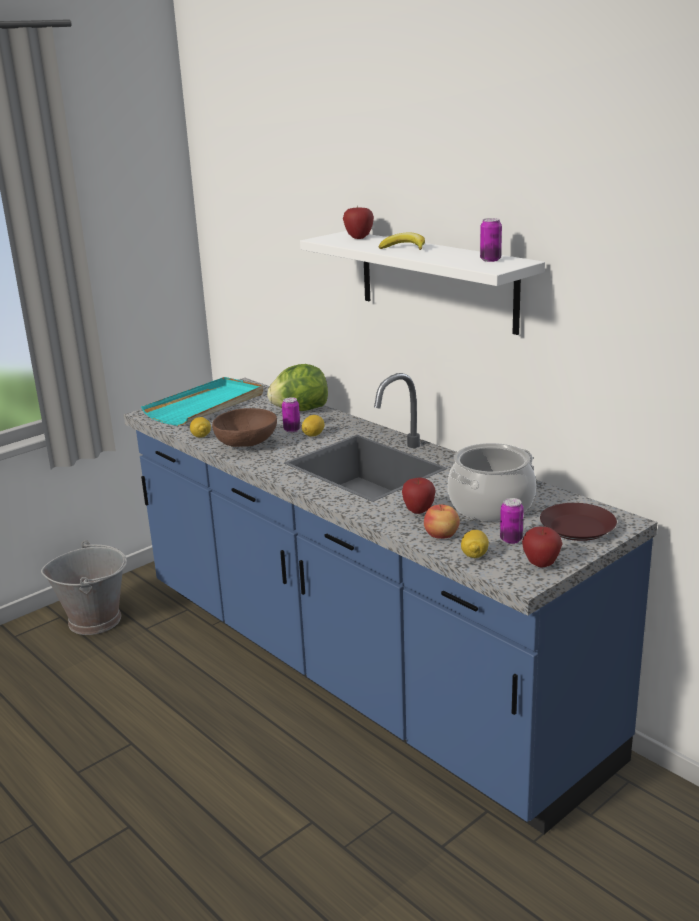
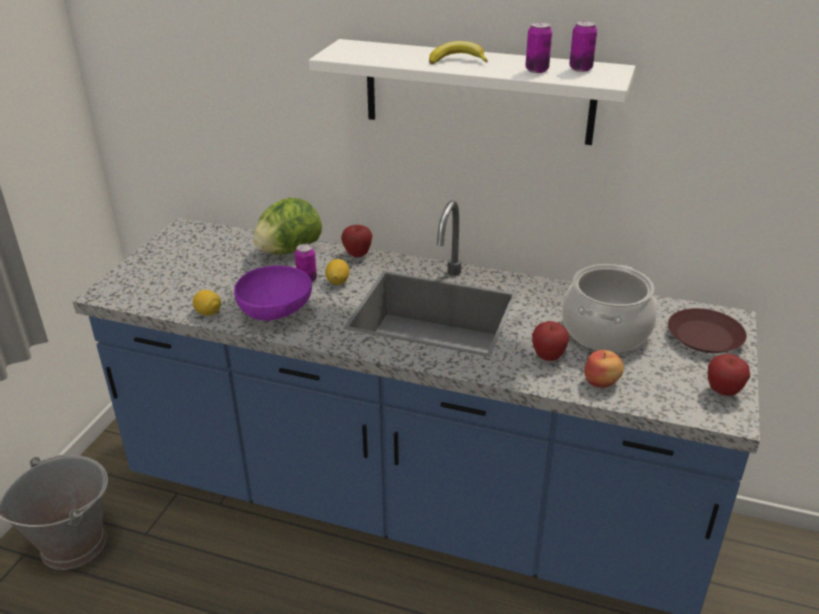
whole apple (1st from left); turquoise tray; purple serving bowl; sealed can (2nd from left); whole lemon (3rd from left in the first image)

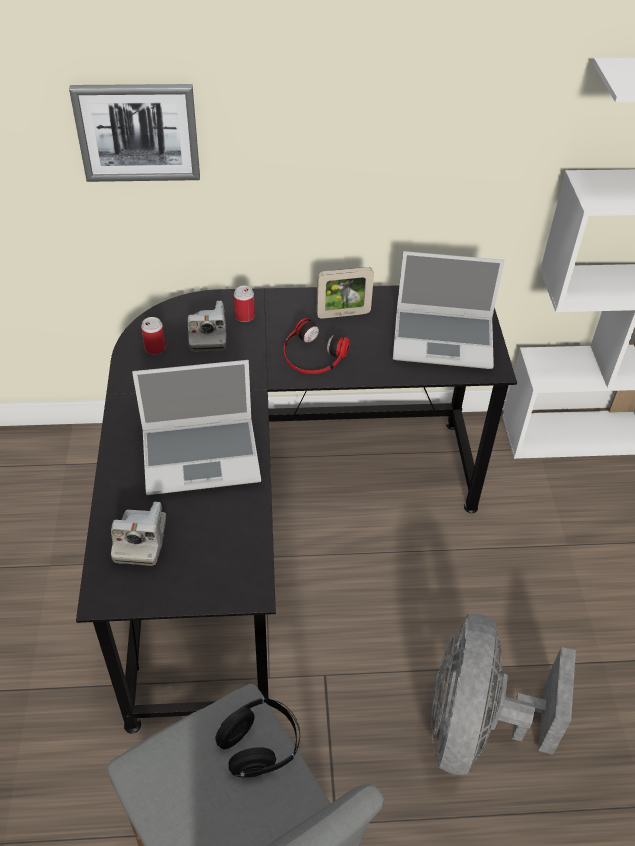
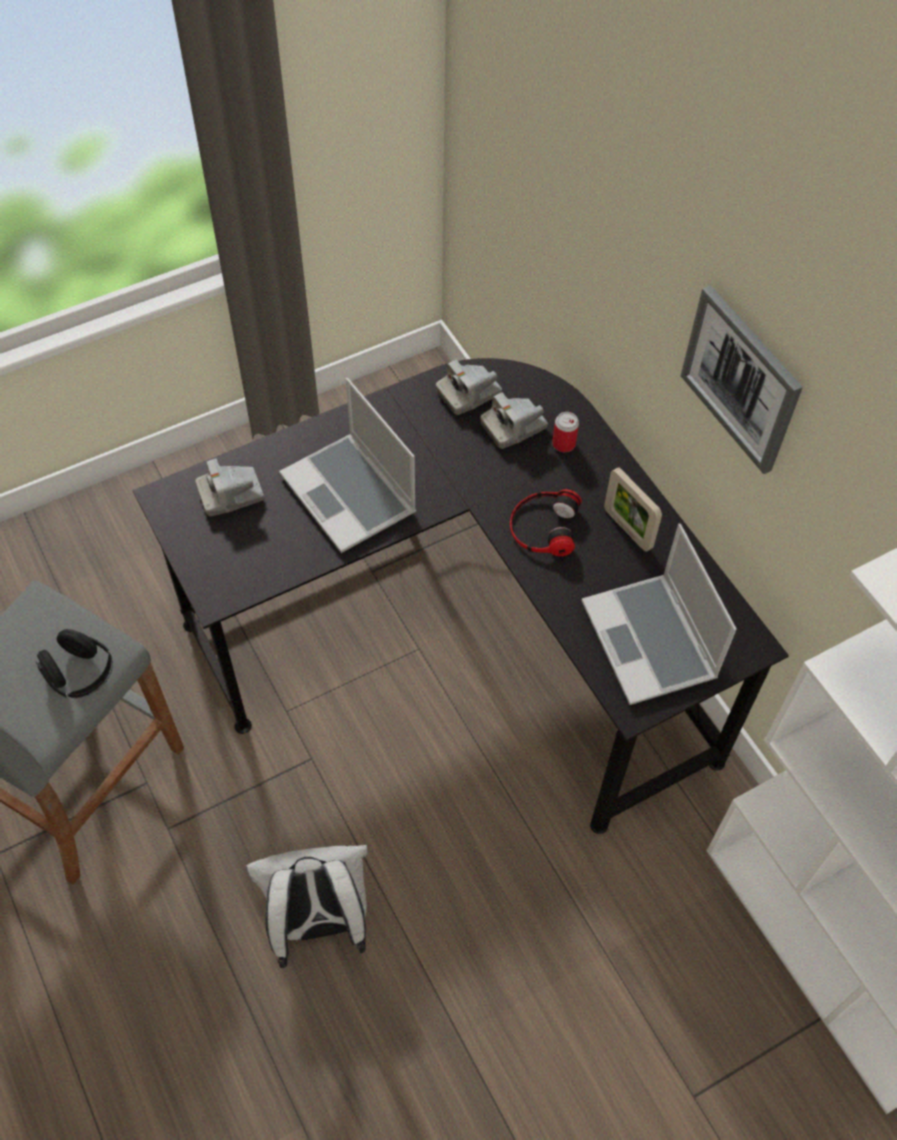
picture; photo camera (2nd from left); whitish backpack

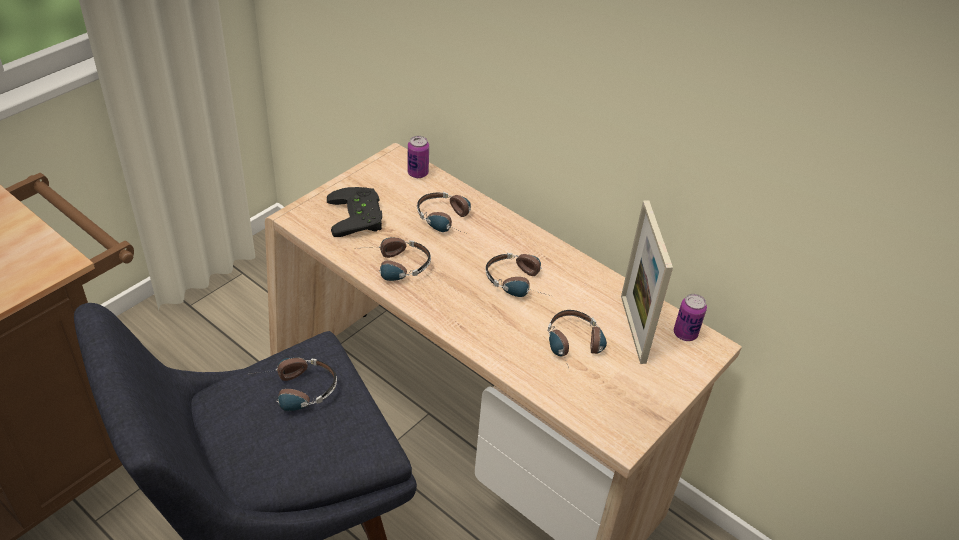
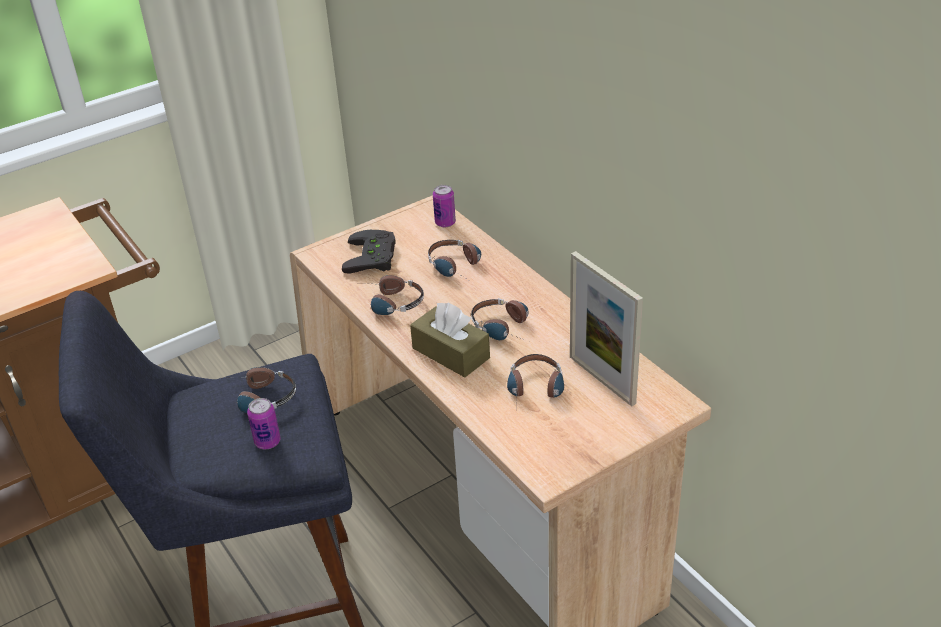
picture frame; sealed can (1st from left); brownish tissue holder

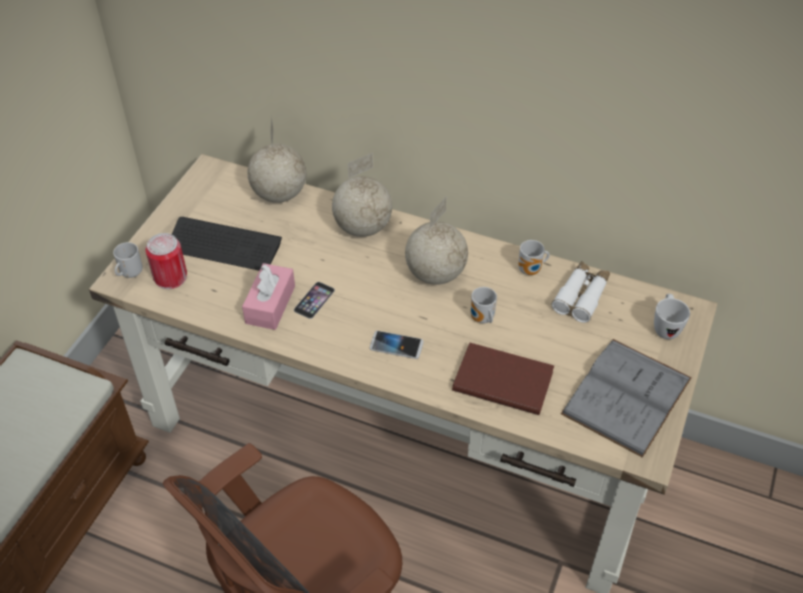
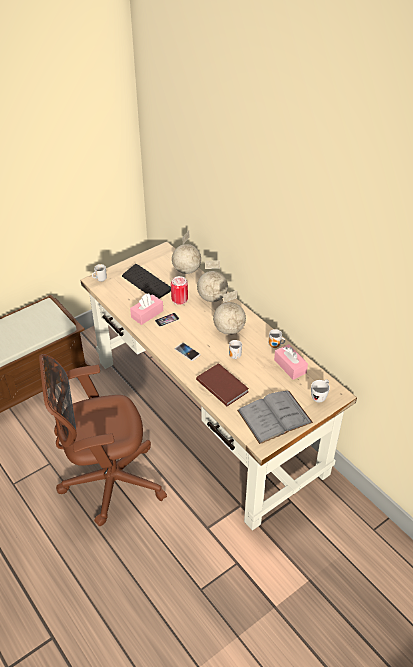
sealed can; pink tissue holder (2nd from left)

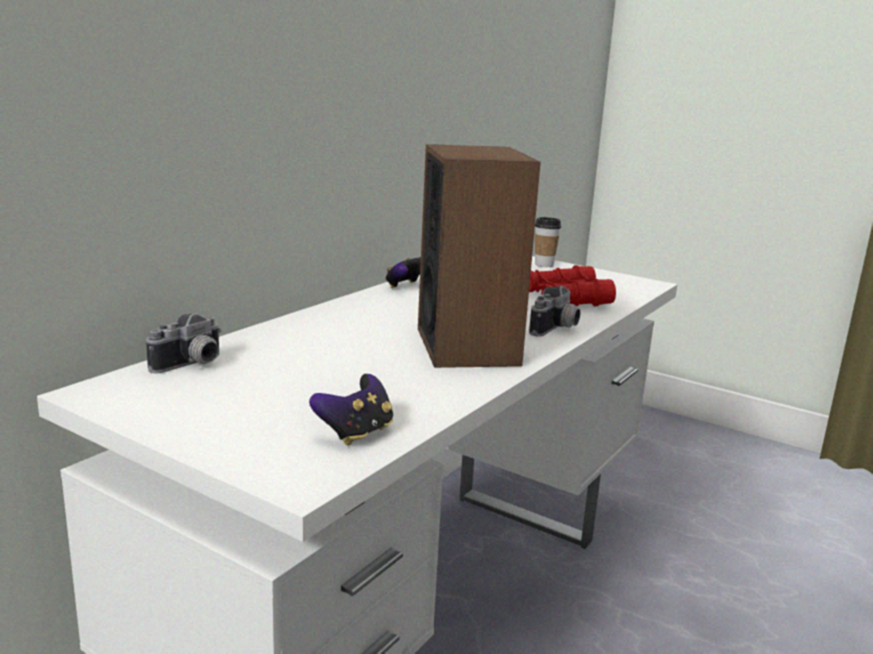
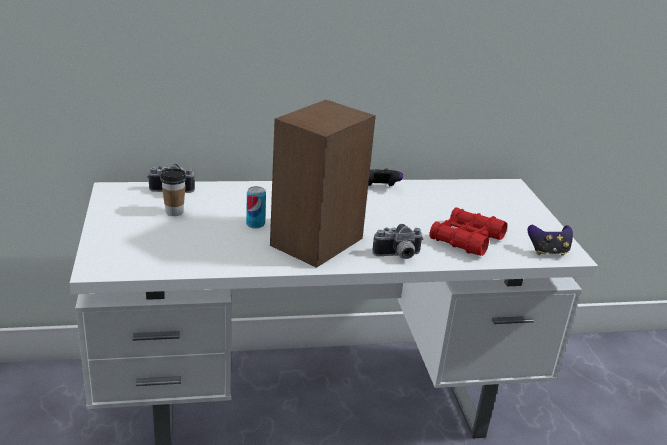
cup; game controller (2nd from left); sealed can

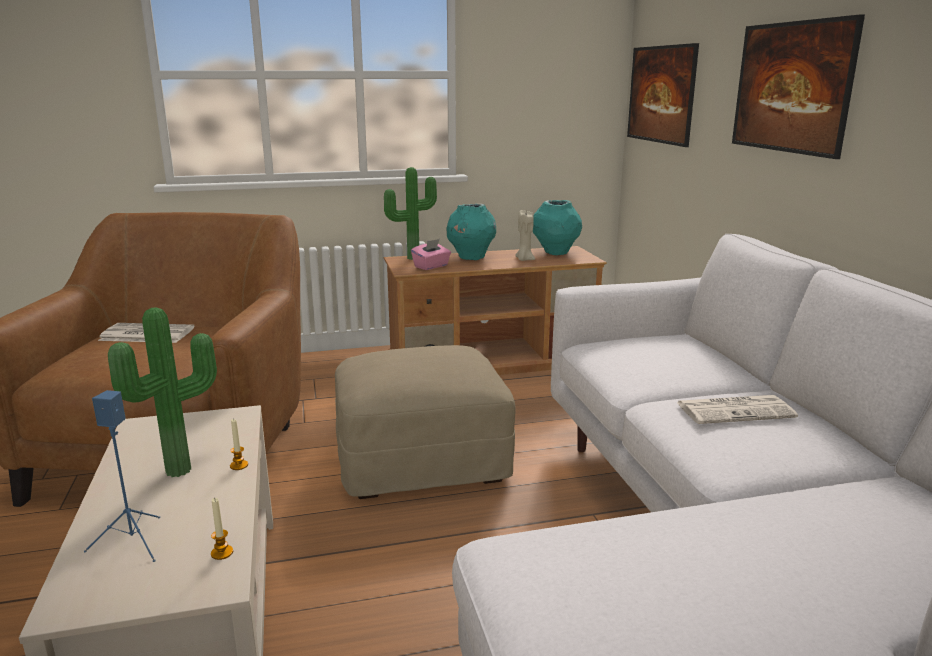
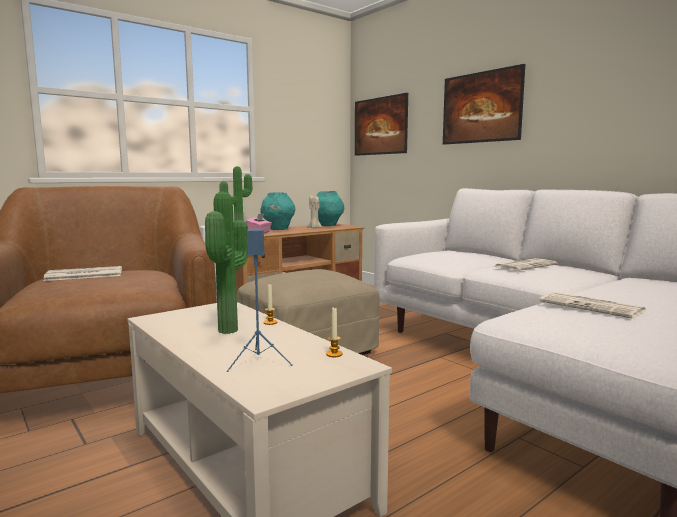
daily paper (3rd from left)

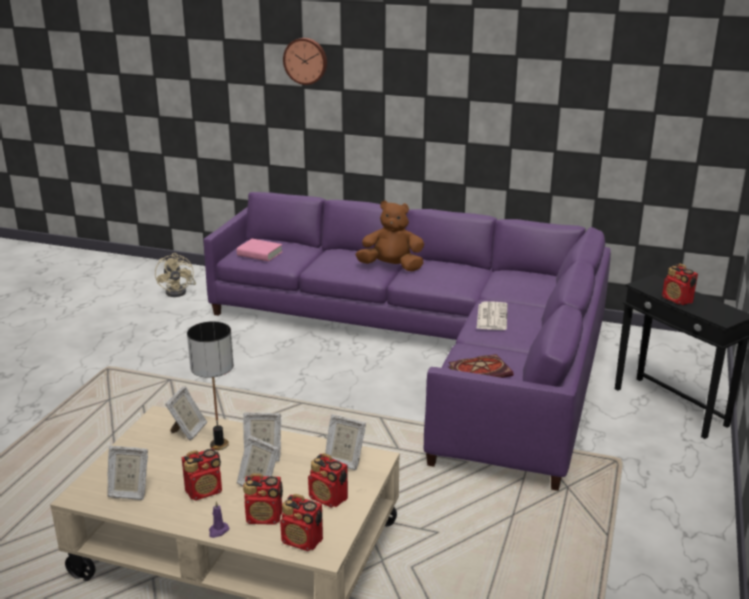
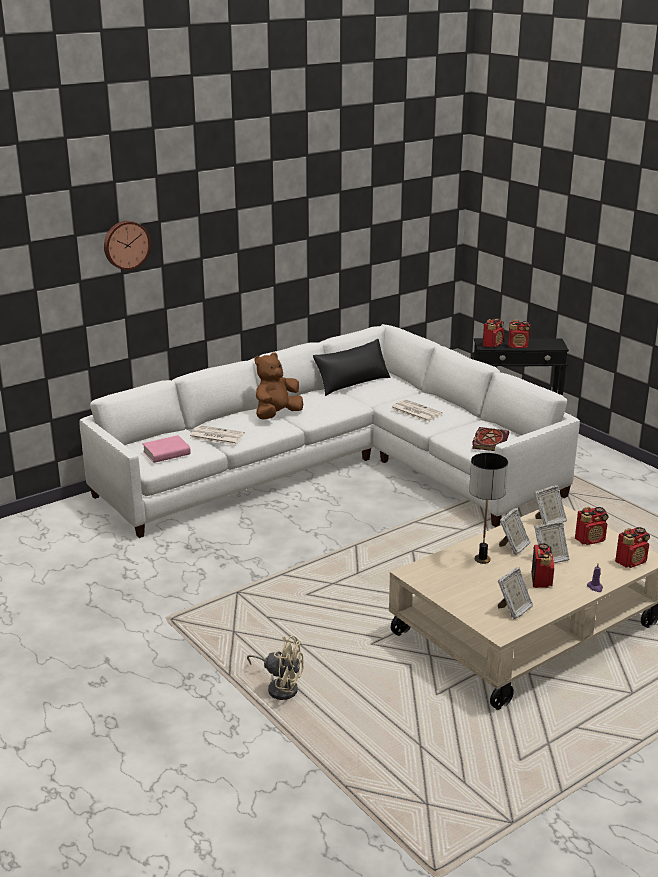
whitish sofa; beige electric fan; picture frame (2nd from left in the first image); radio (1st from left); black pillow; daily paper (1st from left)

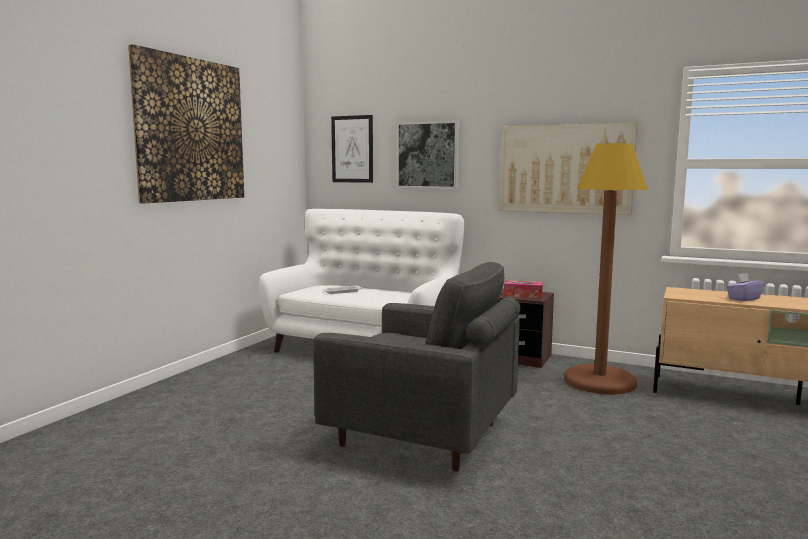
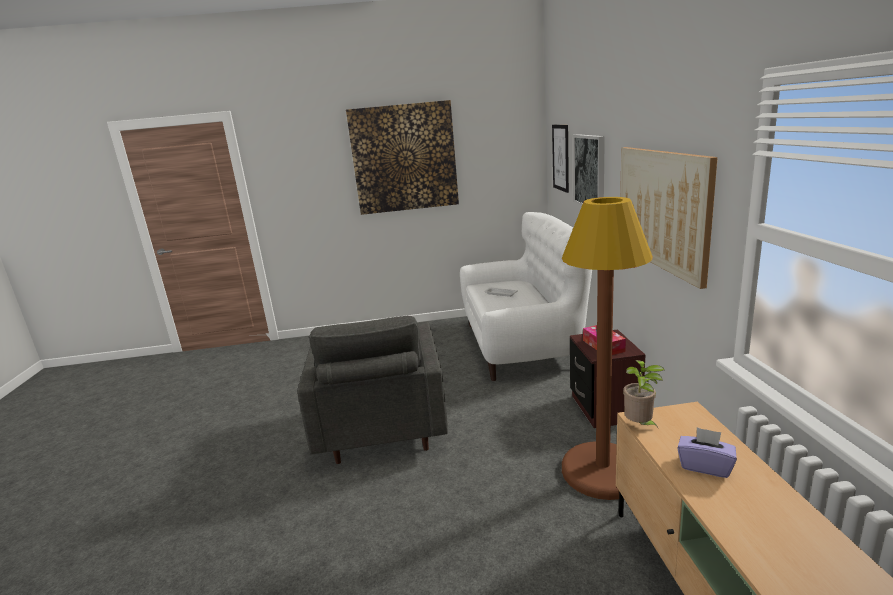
houseplant

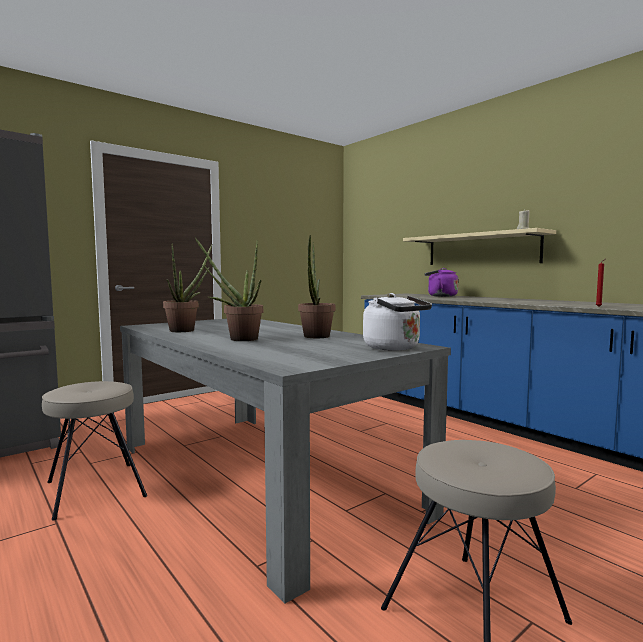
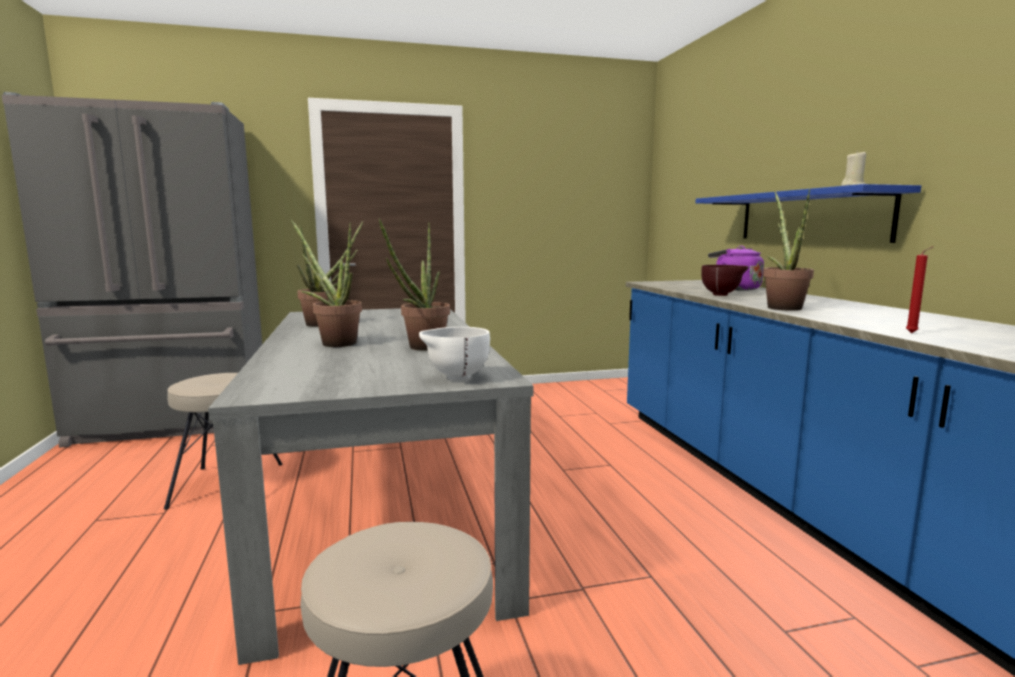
bluish wall shelf; whitish serving bowl; houseplant (4th from left); brownish serving bowl

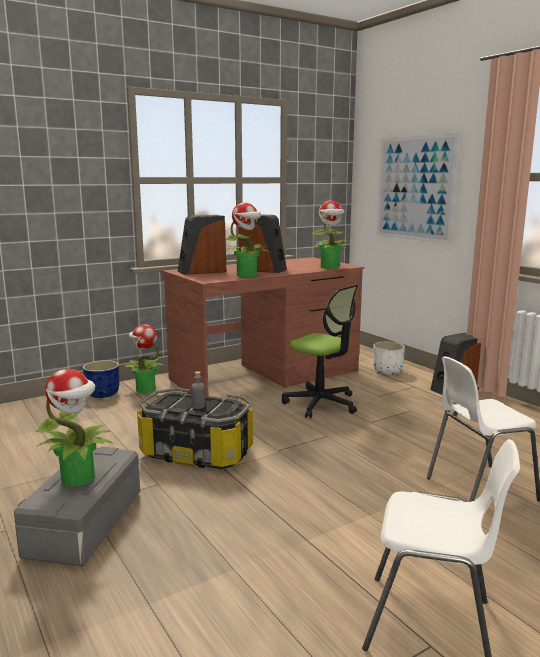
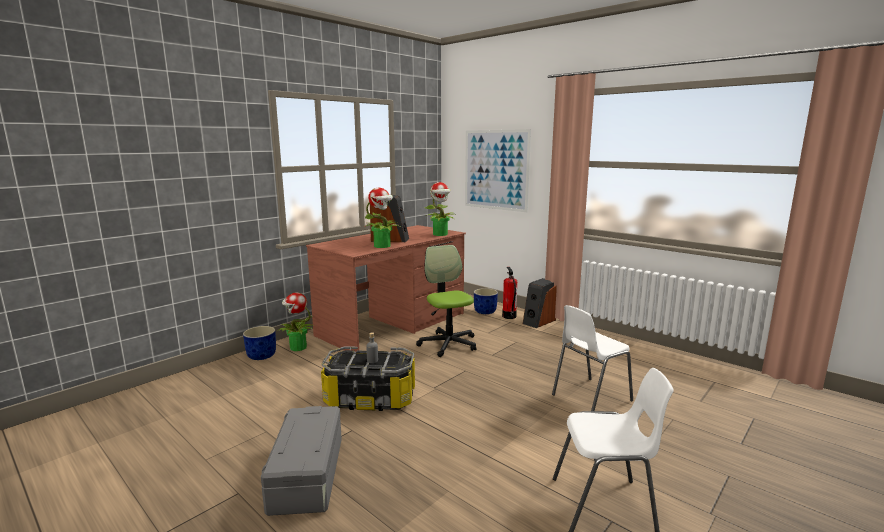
audio speaker (1st from left in the first image); computer chair; bluish flower pot (2nd from left); houseplant (1st from left in the first image); fire extinguisher

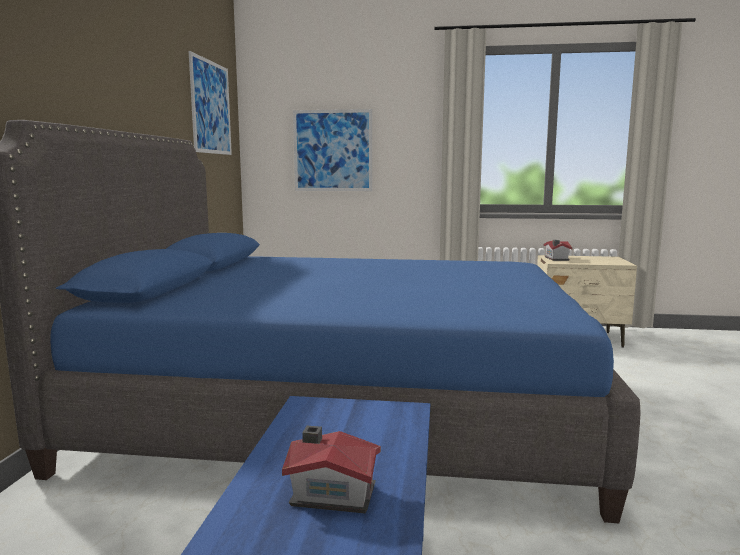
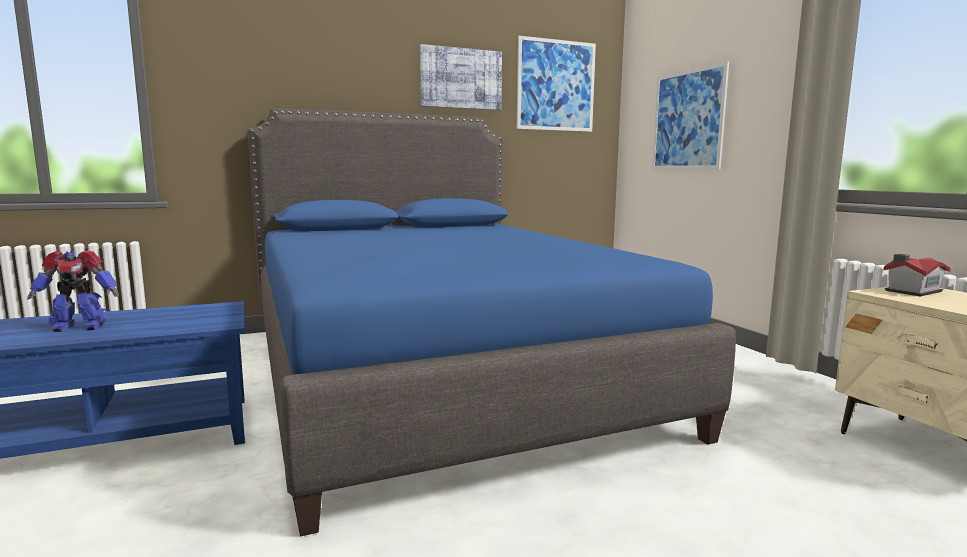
toy robot; picture (1st from left)

